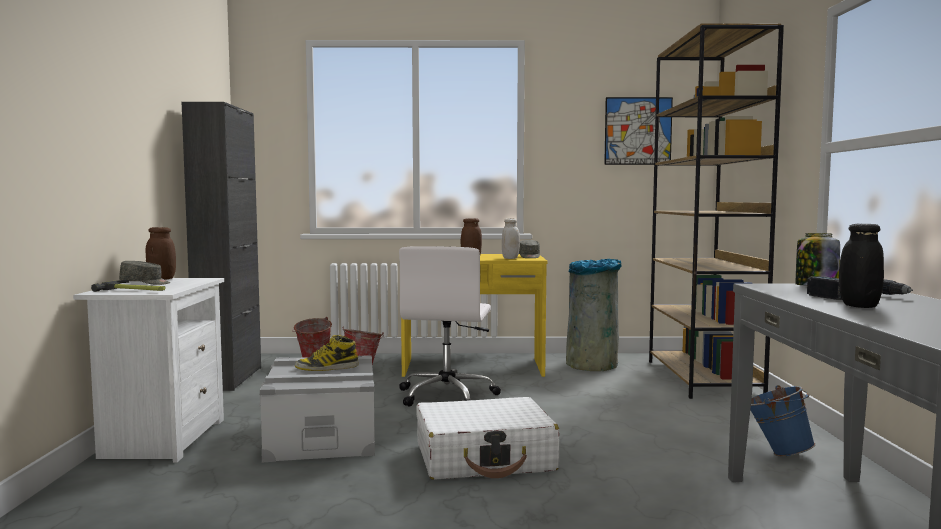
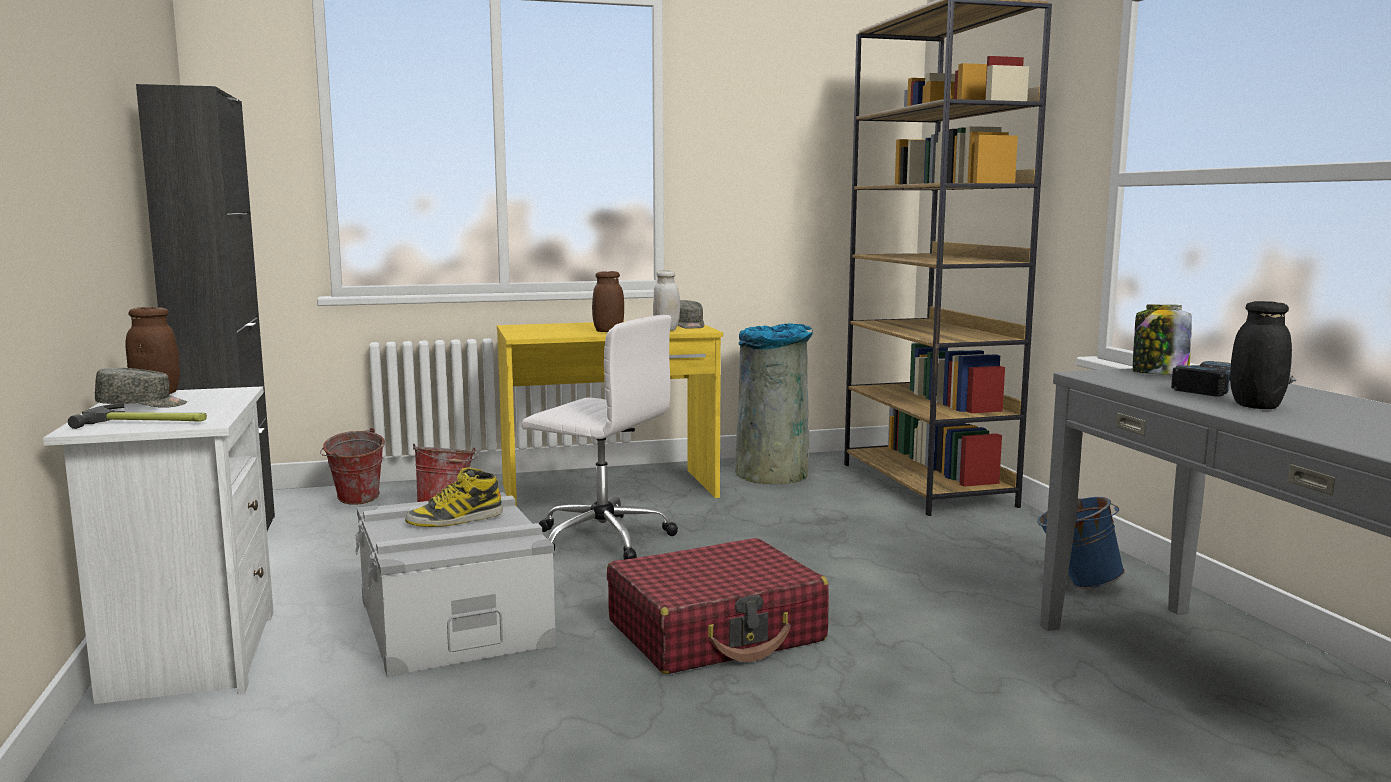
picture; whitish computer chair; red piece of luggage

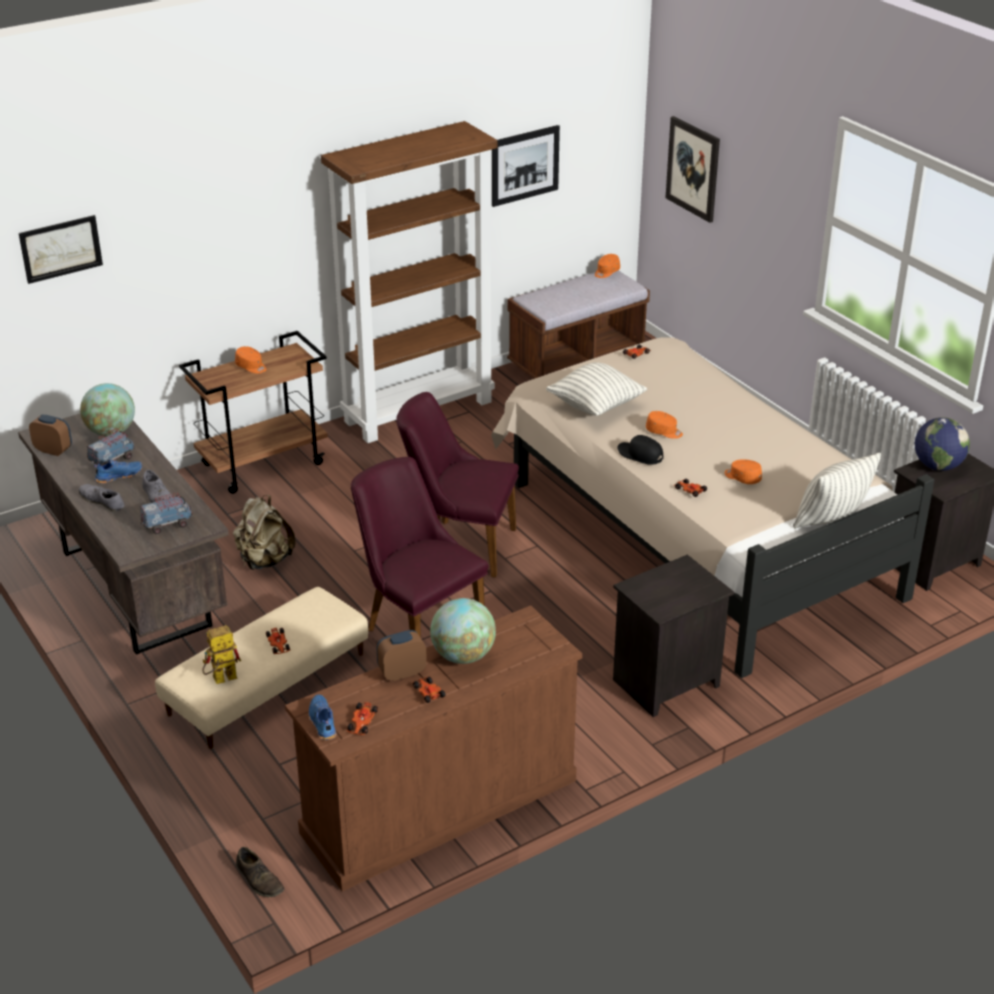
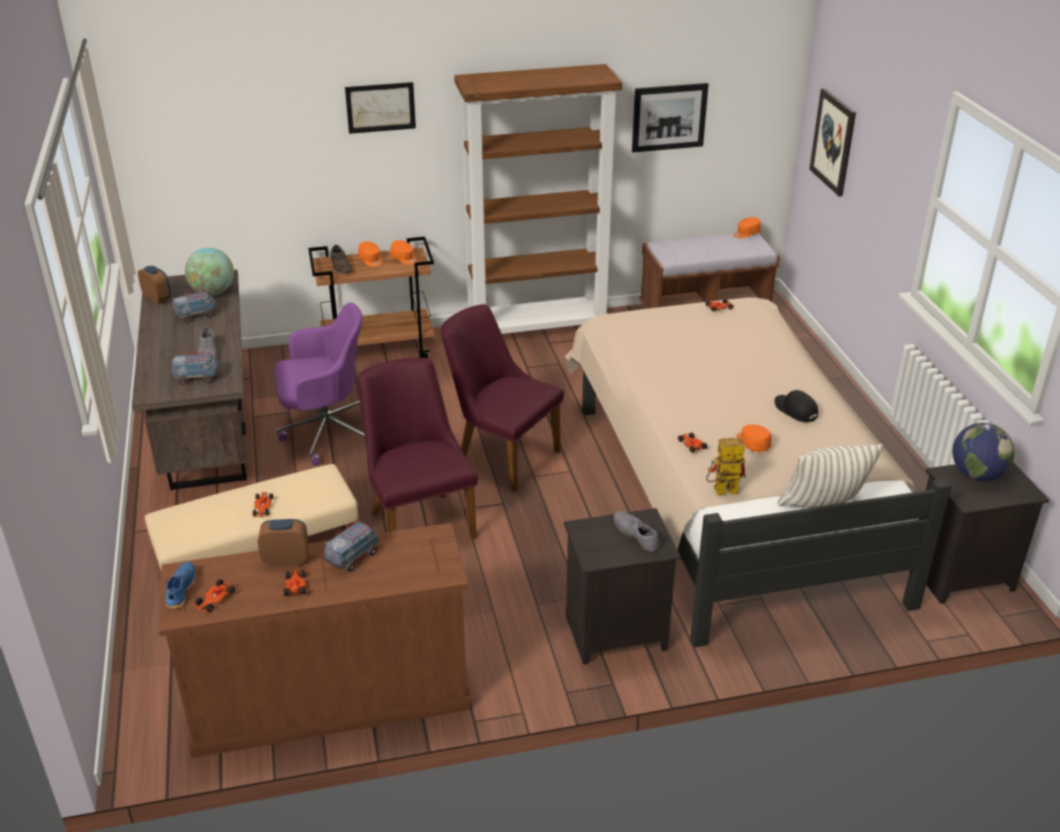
picture (1st from left); pillow (1st from left in the first image); orange peaked cap (2nd from left); black peaked cap; bluish low shoe (1st from left in the first image); greyish low shoe (2nd from left); purple computer chair; model truck (3rd from left); toy robot; brownish low shoe

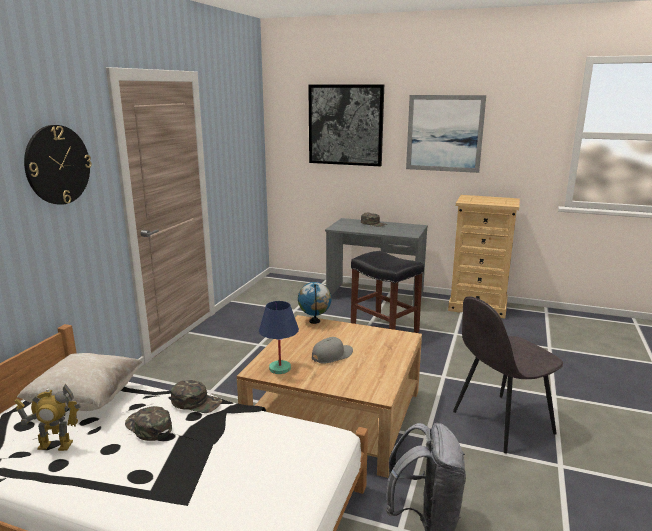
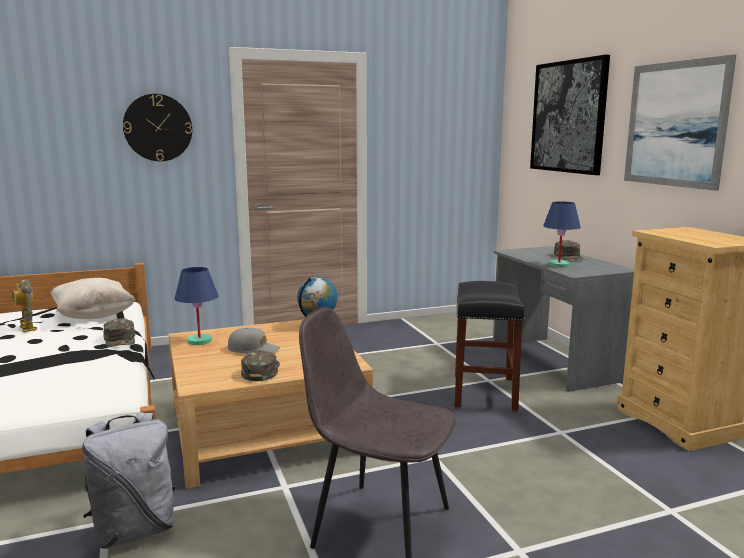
green peaked cap (2nd from left); bluish table lamp (2nd from left)

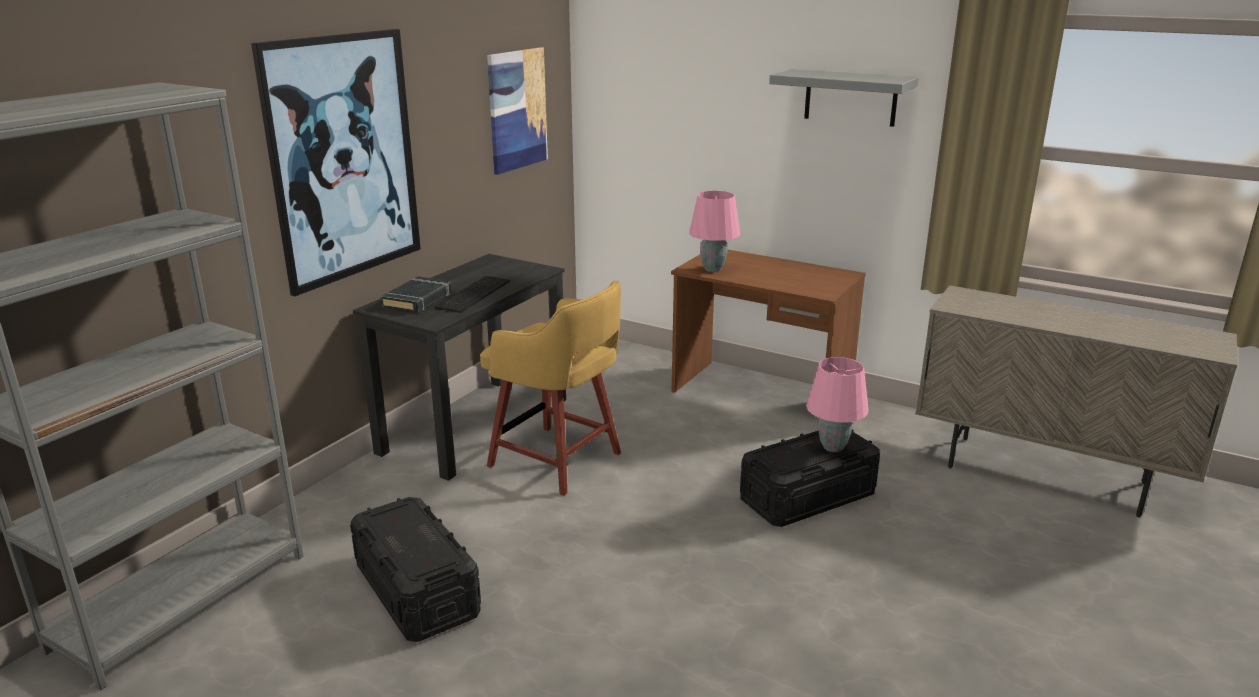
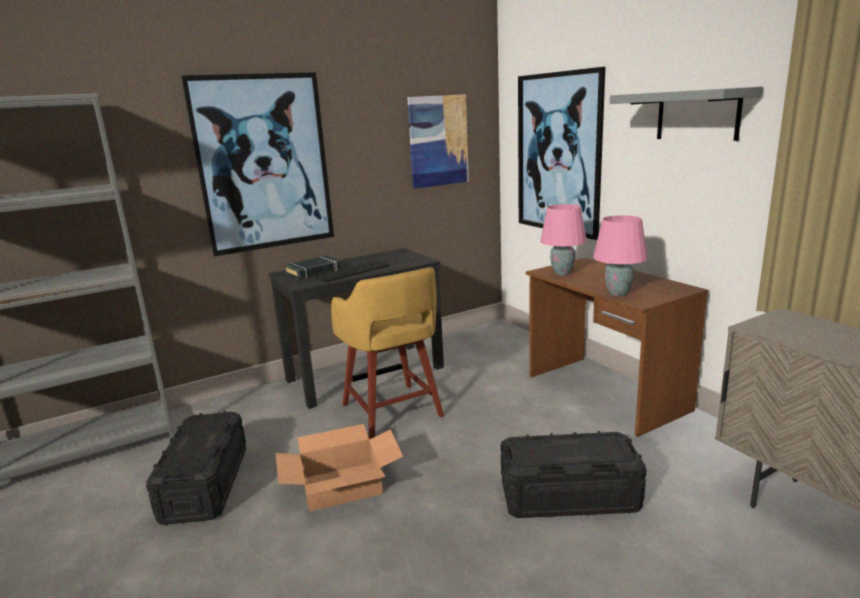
pink table lamp (2nd from left); picture (3rd from left); packing box

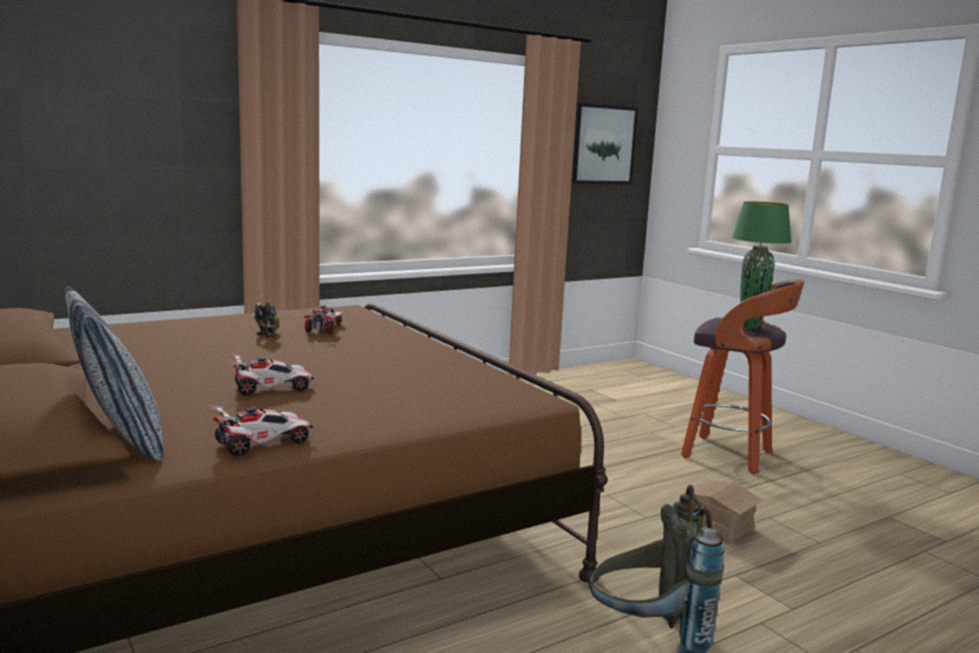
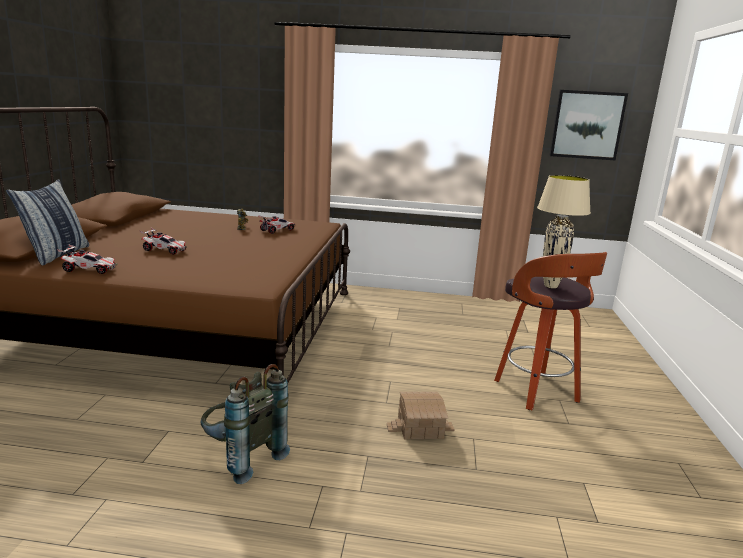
beige table lamp

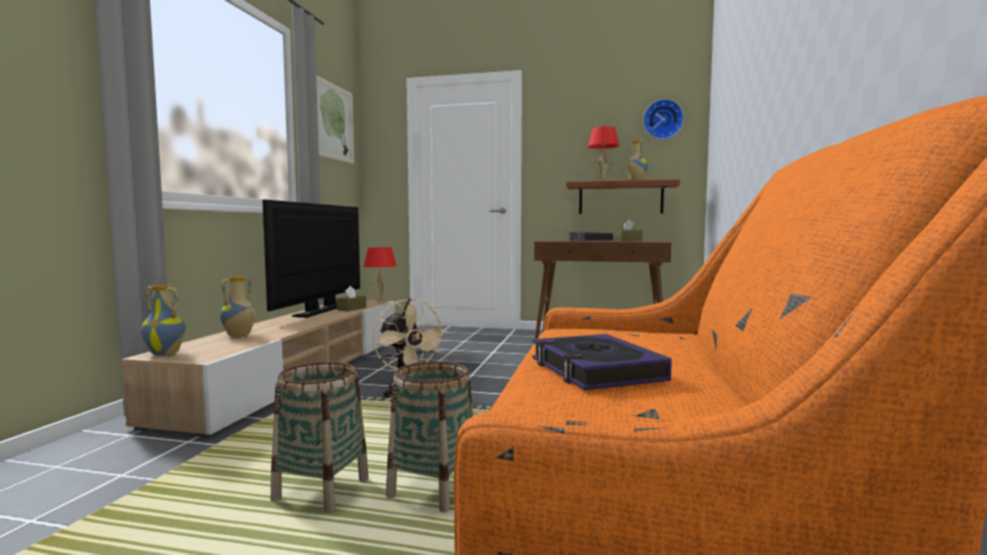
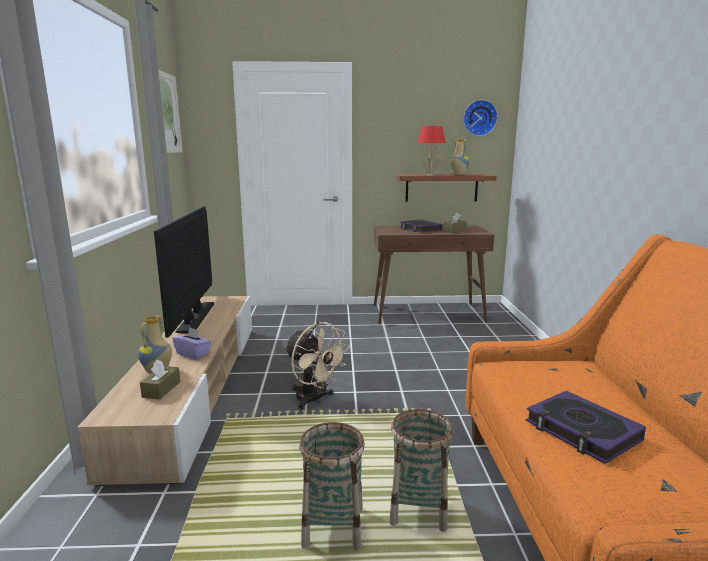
red table lamp (1st from left in the first image); decorative vase (1st from left in the first image); brownish tissue holder (1st from left); purple tissue holder

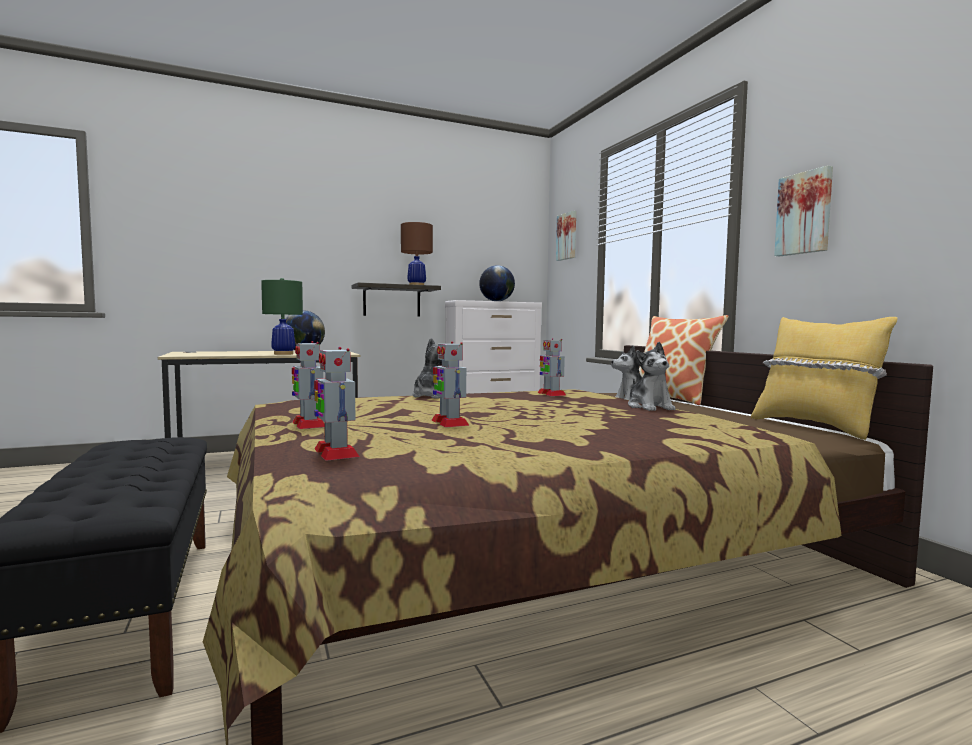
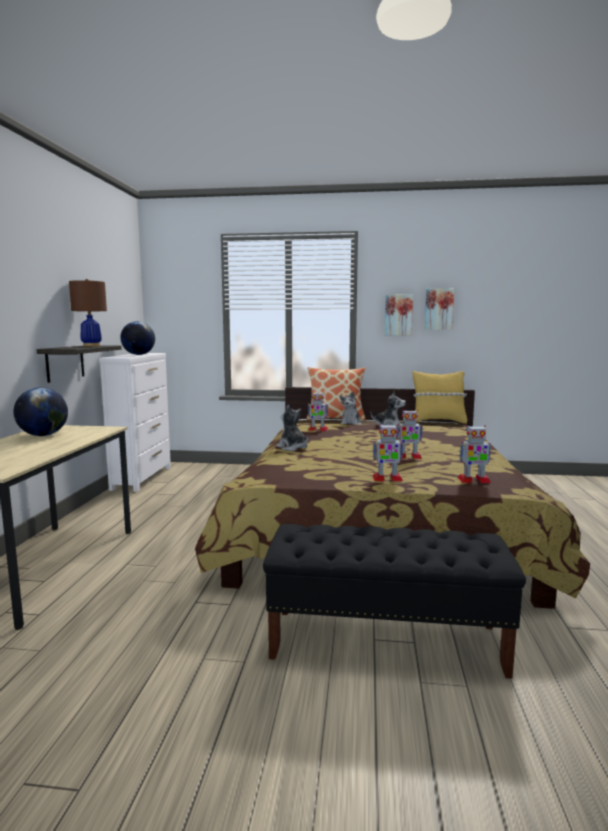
picture (2nd from left); green table lamp

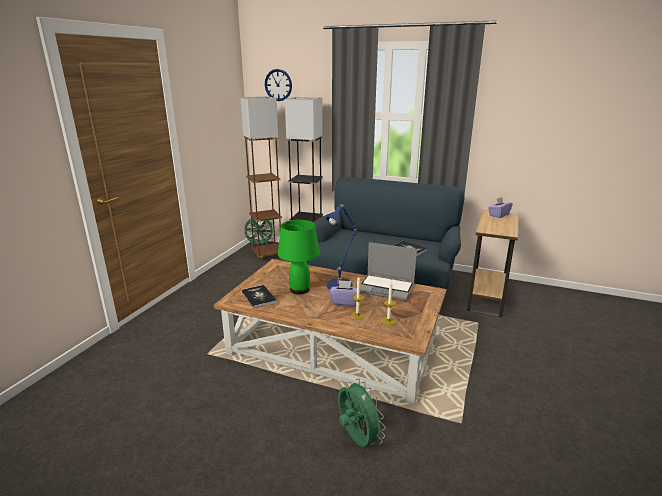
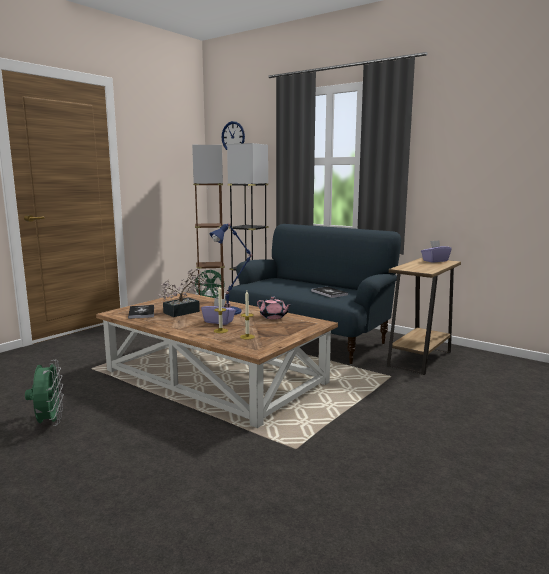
houseplant; pink tea pot; green electric fan (1st from left)

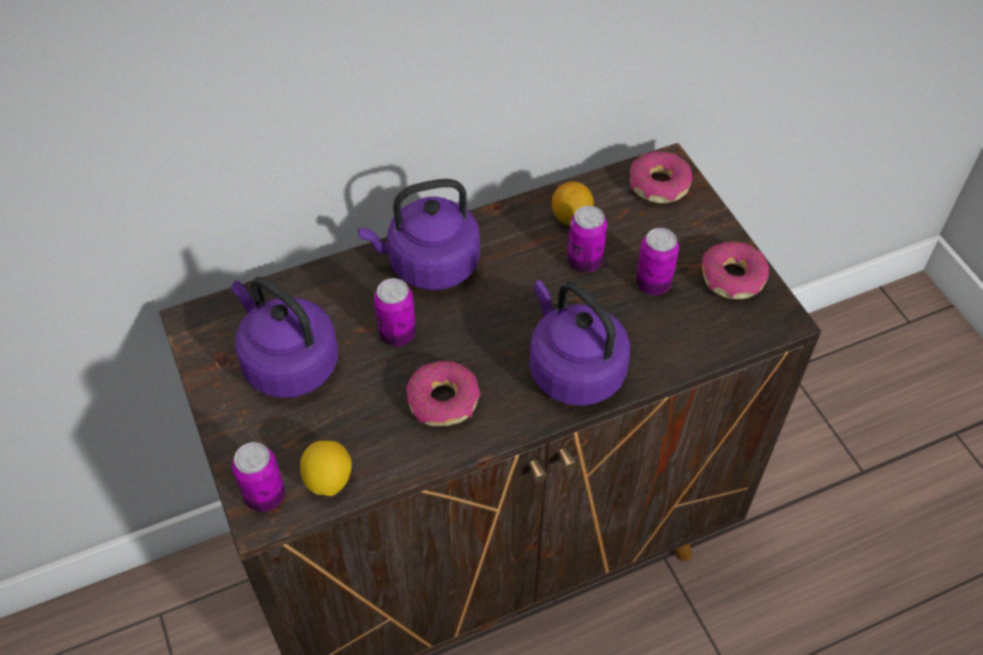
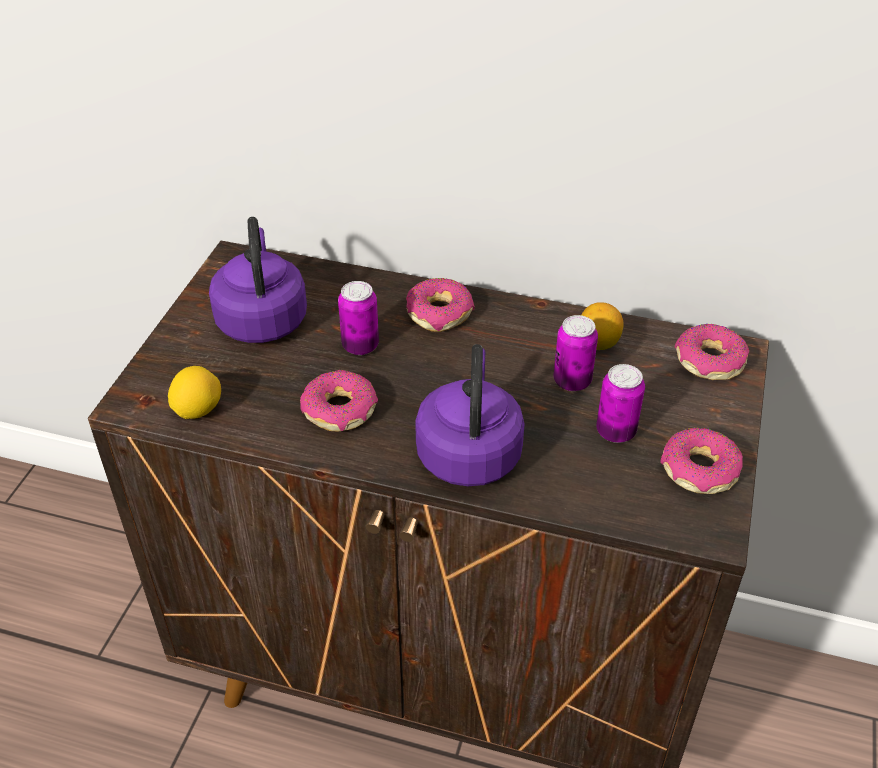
ring doughnut (2nd from left); sealed can (1st from left in the first image)

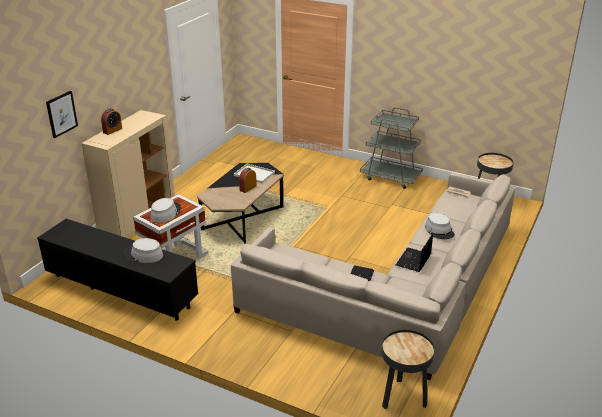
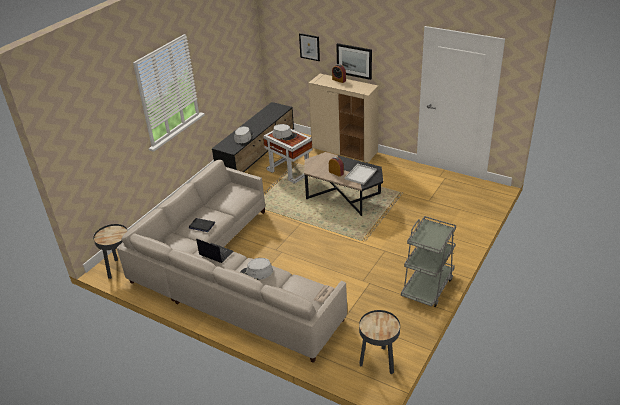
picture (2nd from left)

